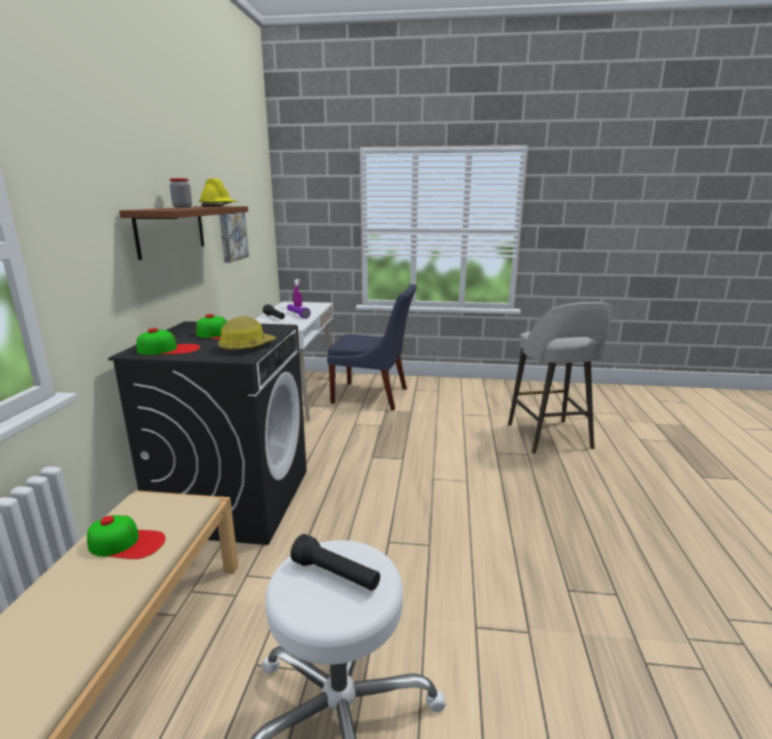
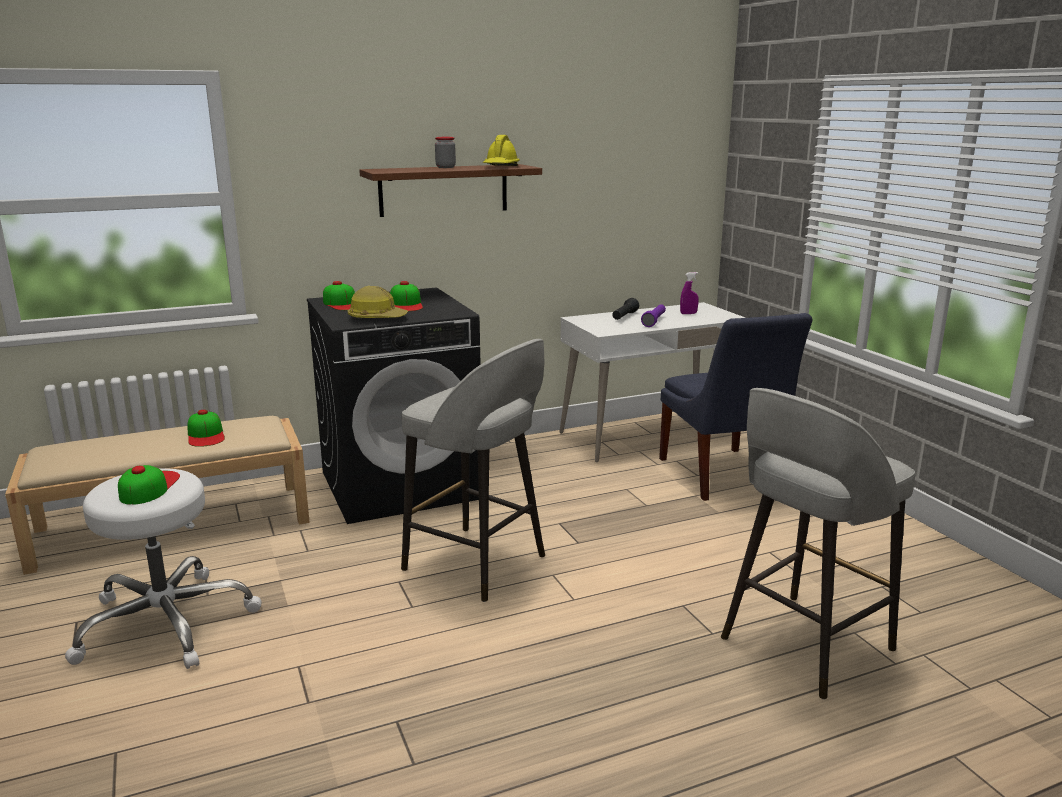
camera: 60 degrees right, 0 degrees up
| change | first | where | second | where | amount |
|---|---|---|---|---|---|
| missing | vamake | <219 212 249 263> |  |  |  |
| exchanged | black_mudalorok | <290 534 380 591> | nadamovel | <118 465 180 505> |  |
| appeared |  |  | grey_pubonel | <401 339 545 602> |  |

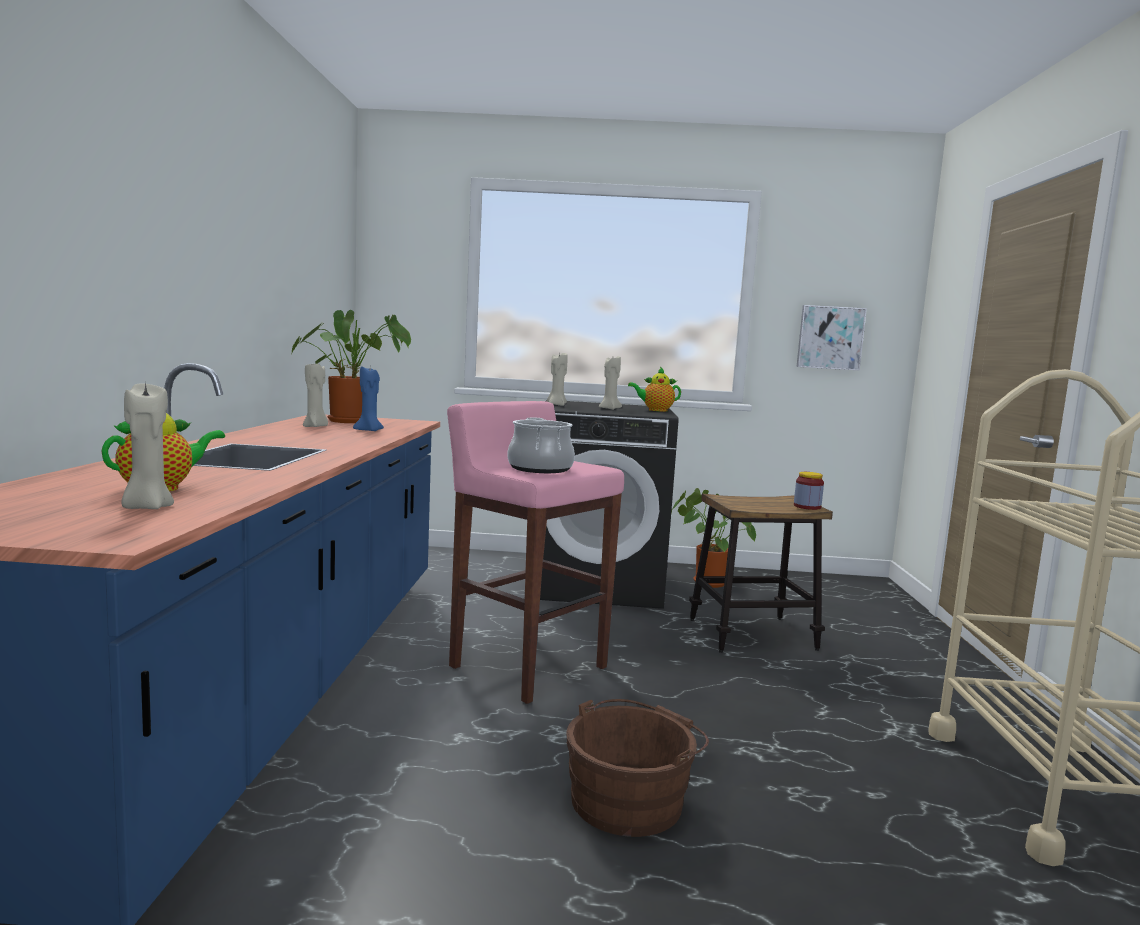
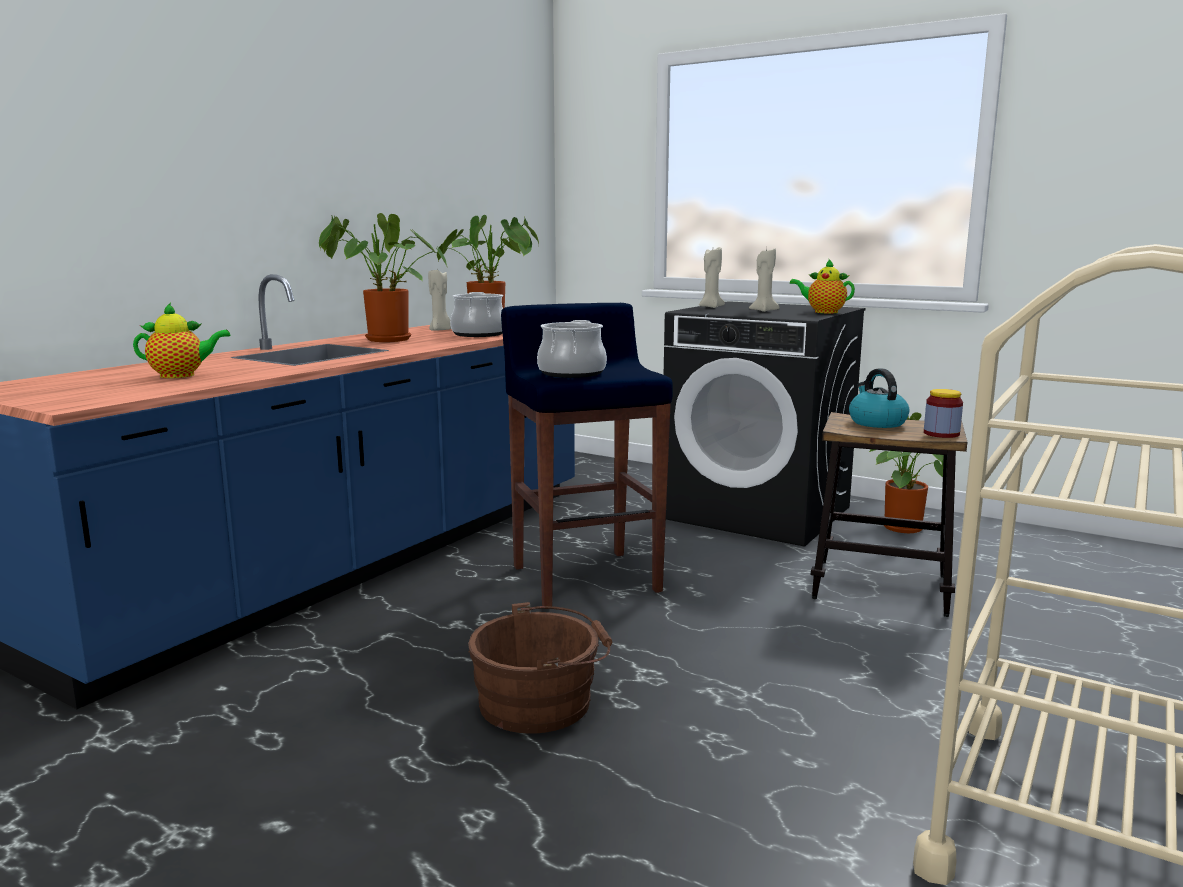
camera: 30 degrees right, 5 degrees up
| change | first | where | second | where | amount |
|---|---|---|---|---|---|
| missing | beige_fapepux | <121 381 174 509> |  |  |  |
| exchanged | blue_fapepux | <353 366 384 431> | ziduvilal | <450 292 503 337> |  |
| colour | pink_pubonel | <447 401 624 704> | blue_pubonel | <501 303 673 609> |  |
| missing | vamake | <797 305 867 371> |  |  |  |
| appeared |  |  | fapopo | <319 213 447 342> |  |
| appeared |  |  | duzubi | <849 368 909 428> |  |

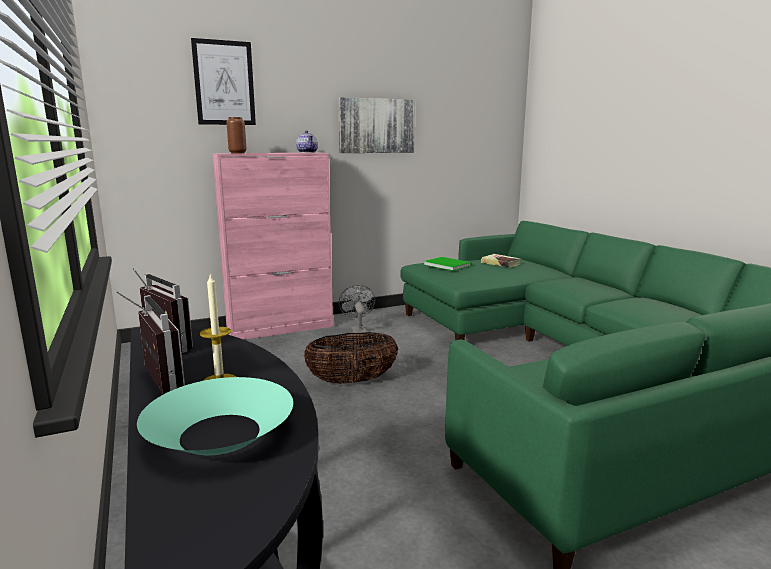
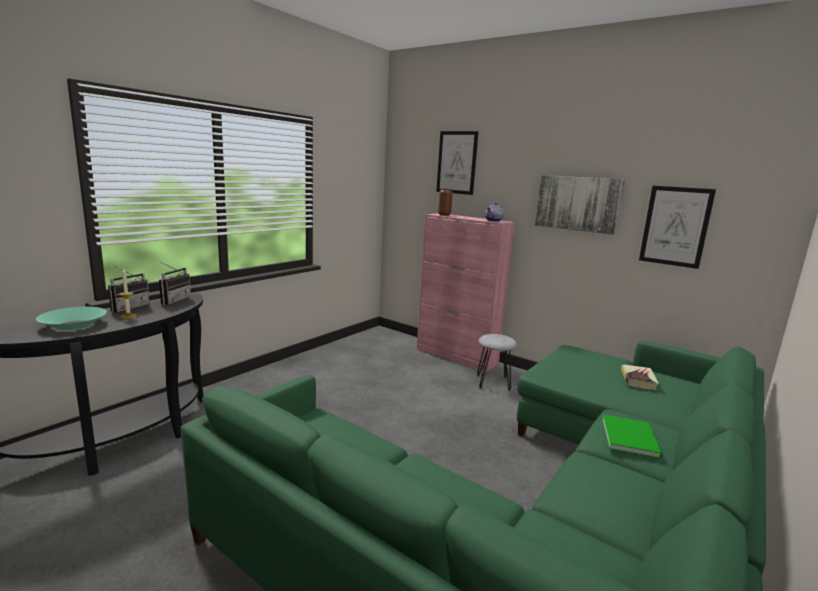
camera: 60 degrees right, 0 degrees up
| change | first | where | second | where | amount |
|---|---|---|---|---|---|
| missing | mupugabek | <304 332 398 384> |  |  |  |
| exchanged | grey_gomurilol | <339 285 375 333> | grey_pubonel | <477 334 517 391> |  |
| relocated | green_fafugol | <424 257 471 271> |  | <602 415 663 458> |  |
| appeared |  |  | vamake | <639 186 716 269> |  |

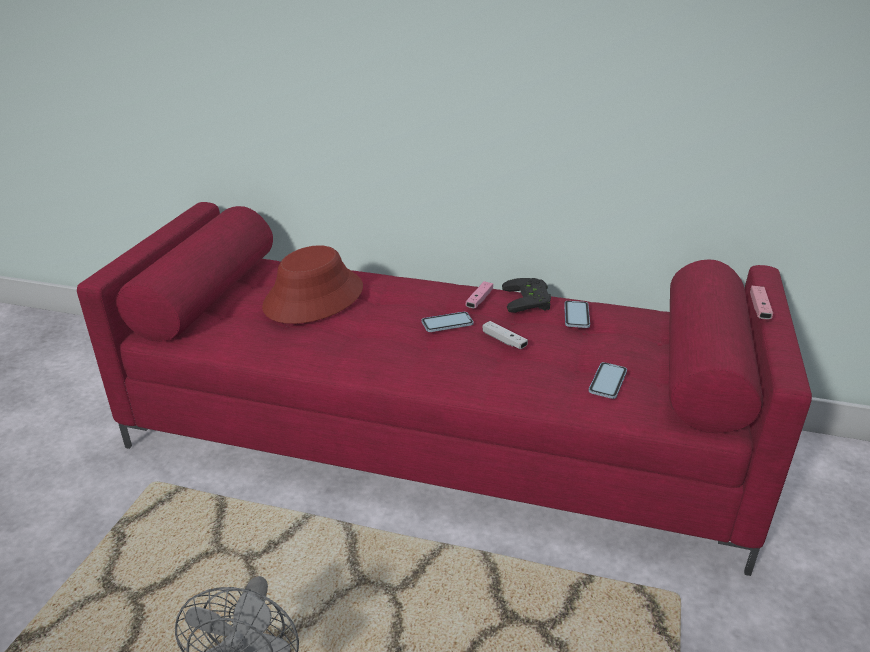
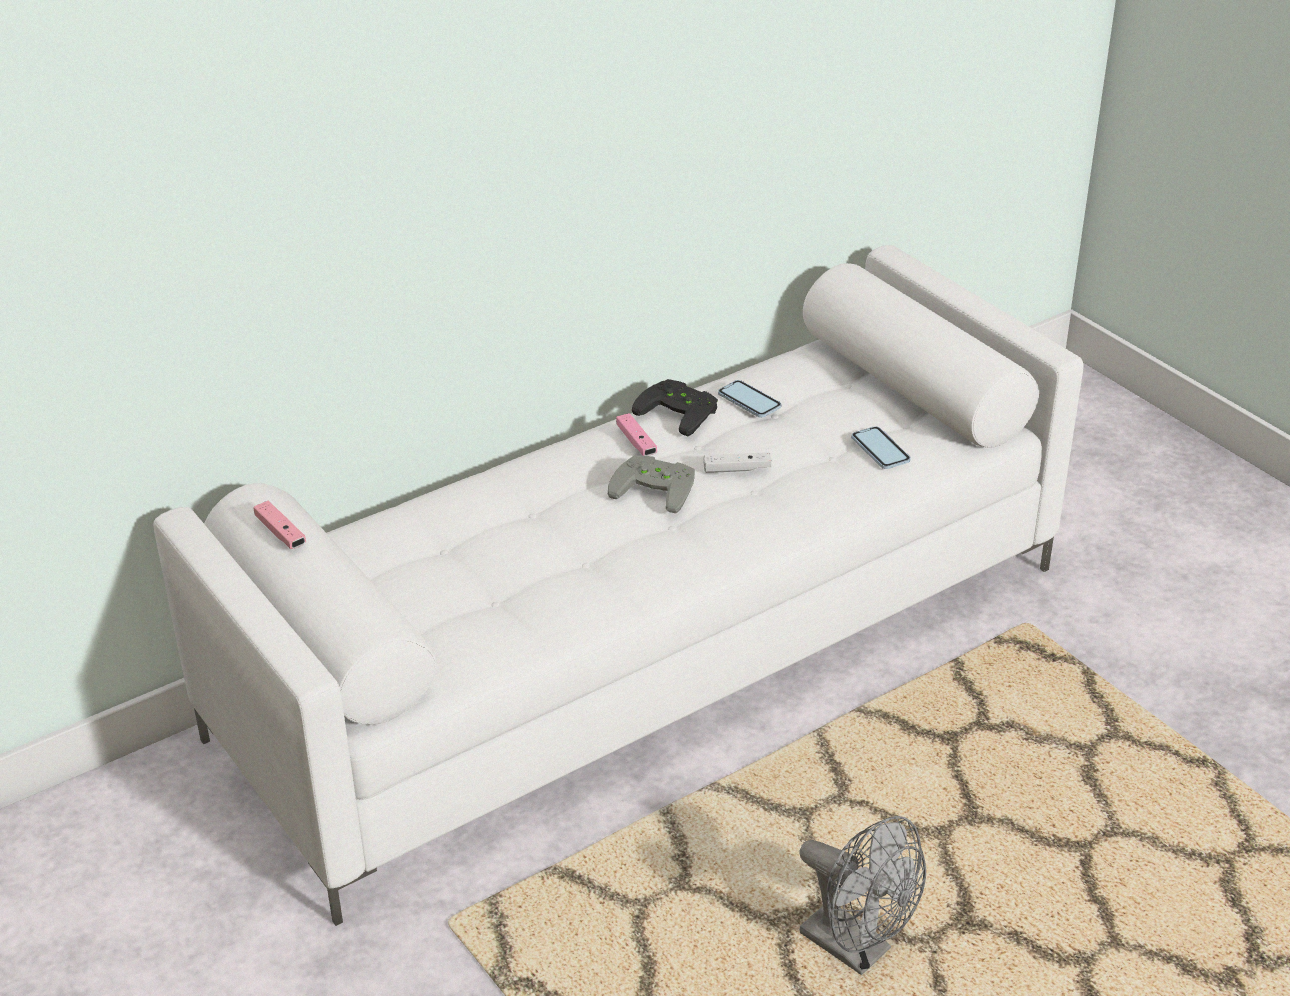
camera: 50 degrees left, 5 degrees up
| change | first | where | second | where | amount |
|---|---|---|---|---|---|
| colour | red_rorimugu | <77 202 812 576> | white_rorimugu | <153 245 1084 926> |  |
| missing | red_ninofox | <262 245 363 324> |  |  |  |
| exchanged | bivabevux | <422 312 474 332> | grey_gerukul | <608 455 695 514> |  |
| relocated | pink_gerukul | <750 286 773 319> |  | <253 501 306 549> |  |

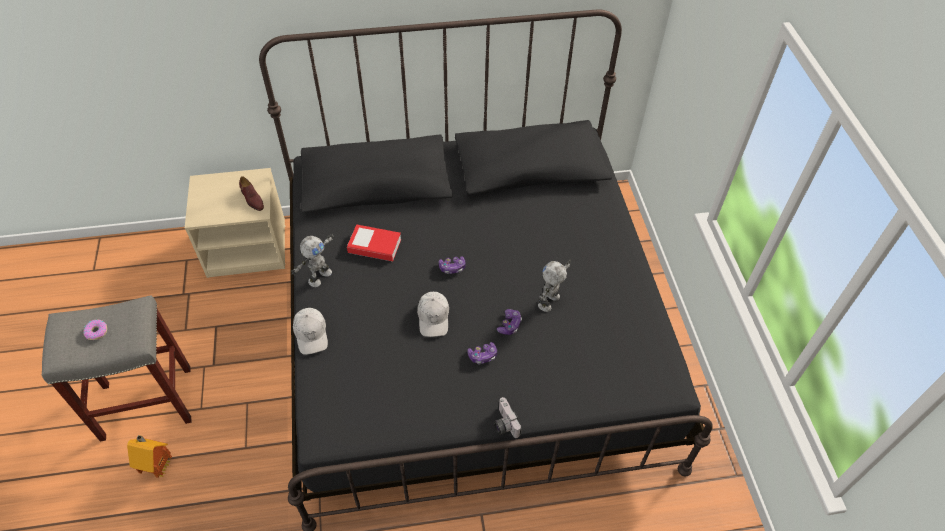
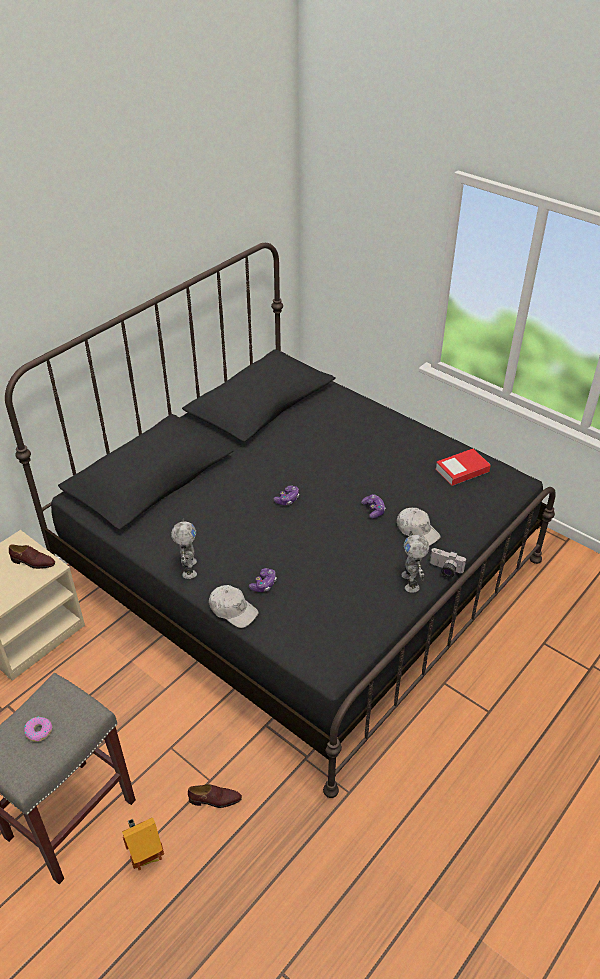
camera: 40 degrees left, 10 degrees down
| change | first | where | second | where | amount |
|---|---|---|---|---|---|
| relocated | fafugol | <347 224 401 262> |  | <435 449 491 486> |  |
| relocated | white_nadamovel | <417 292 449 337> |  | <397 508 441 546> |  |
| relocated | gerukul | <467 342 497 364> |  | <249 568 277 592> |  |
| relocated | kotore | <537 260 571 312> |  | <401 531 429 593> |  |
| appeared |  |  | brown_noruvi | <188 784 242 808> |  |

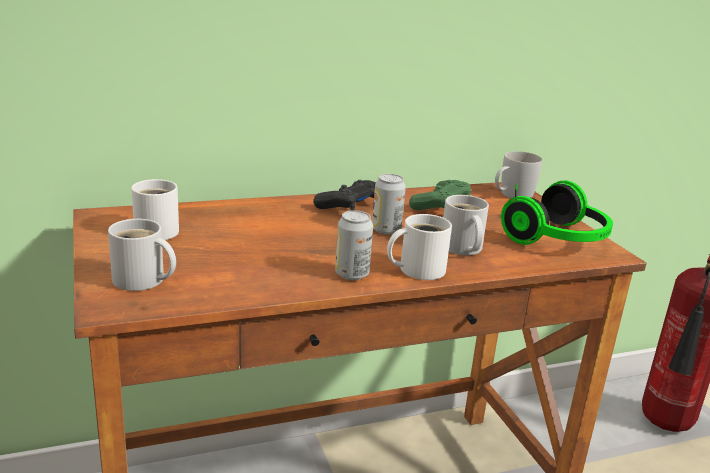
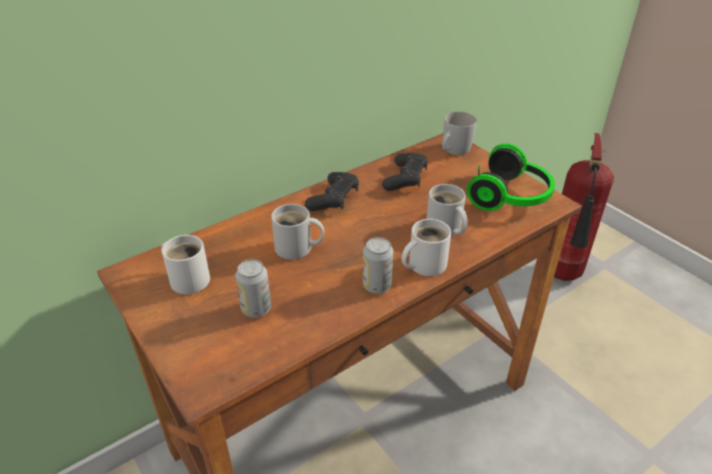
camera: 15 degrees left, 15 degrees up
| change | first | where | second | where | amount |
|---|---|---|---|---|---|
| relocated | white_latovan | <108 219 176 291> |  | <271 204 324 259> |  |
| relocated | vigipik | <372 174 406 235> |  | <235 259 271 318> |  |
| colour | green_gerukul | <409 180 471 210> | black_gerukul | <382 153 428 191> |  |

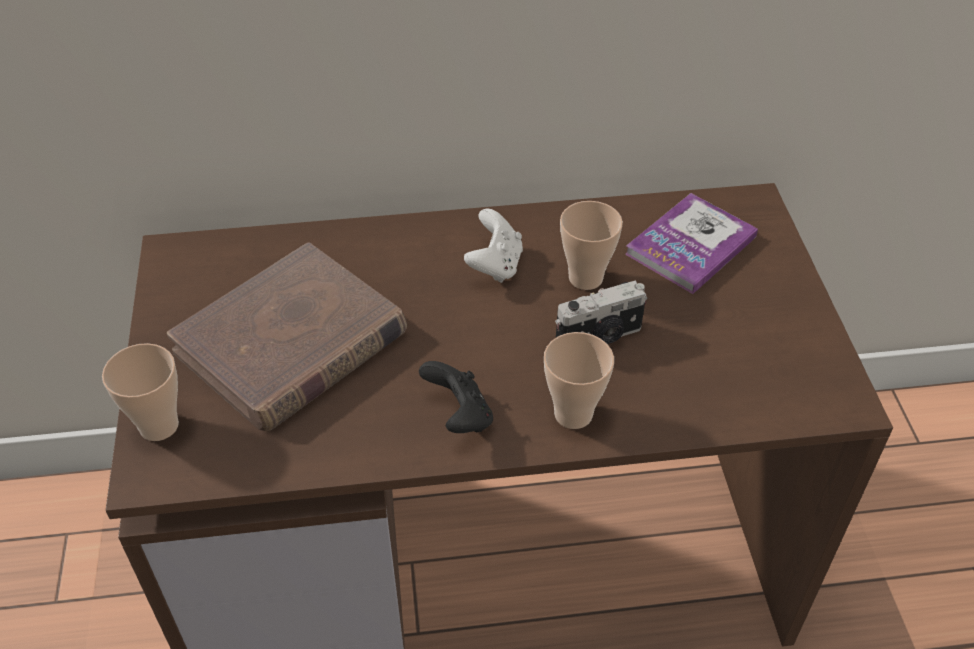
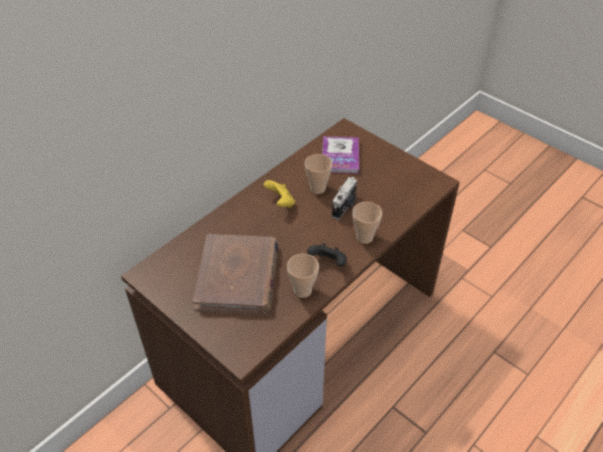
camera: 40 degrees left, 0 degrees up
| change | first | where | second | where | amount |
|---|---|---|---|---|---|
| relocated | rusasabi | <102 343 179 441> |  | <287 254 319 298> |  |
| colour | white_gerukul | <464 208 523 283> | yellow_gerukul | <264 180 295 208> |  |

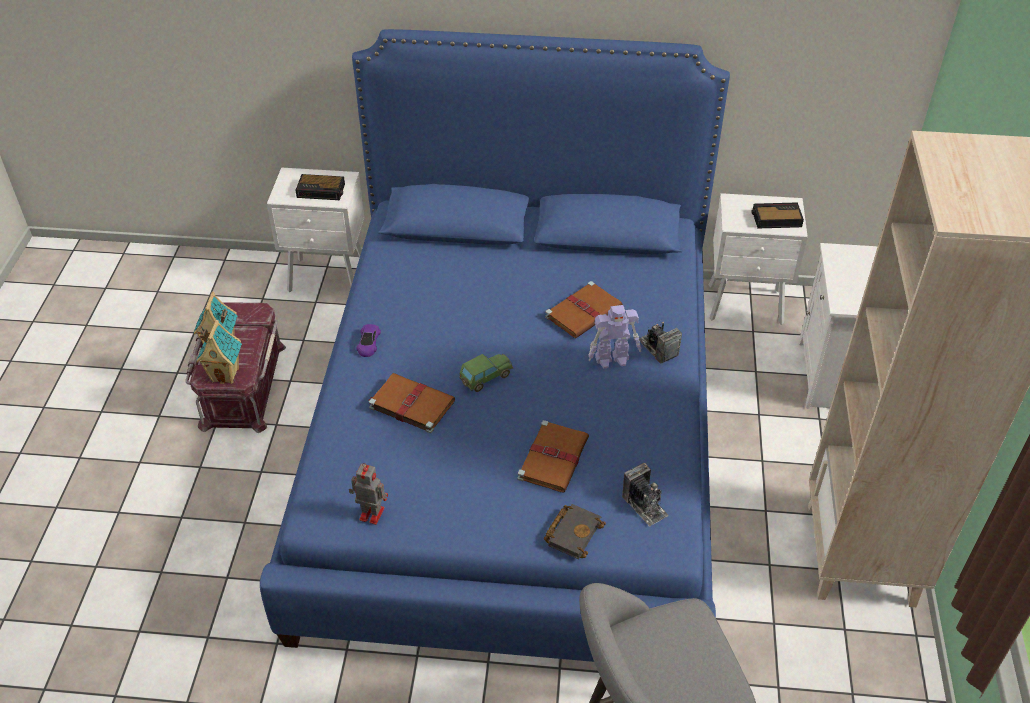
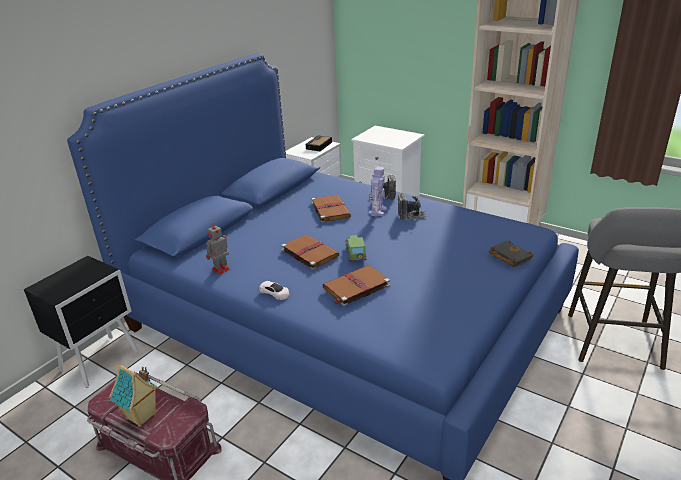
camera: 60 degrees left, 15 degrees down
| change | first | where | second | where | amount |
|---|---|---|---|---|---|
| missing | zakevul | <196 320 242 384> |  |  |  |
| colour | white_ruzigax | <267 168 364 292> | black_ruzigax | <24 256 138 388> |  |
| missing | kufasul | <295 174 345 200> |  |  |  |
| relocated | kotore | <349 463 388 525> |  | <206 222 230 275> |  |
| colour | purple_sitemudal | <356 324 381 357> | white_sitemudal | <259 281 290 300> |  |
| relocated | brown_fafugol | <517 420 589 493> |  | <281 234 339 270> |  |
| relocated | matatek | <622 463 669 527> |  | <398 193 428 220> |  |

